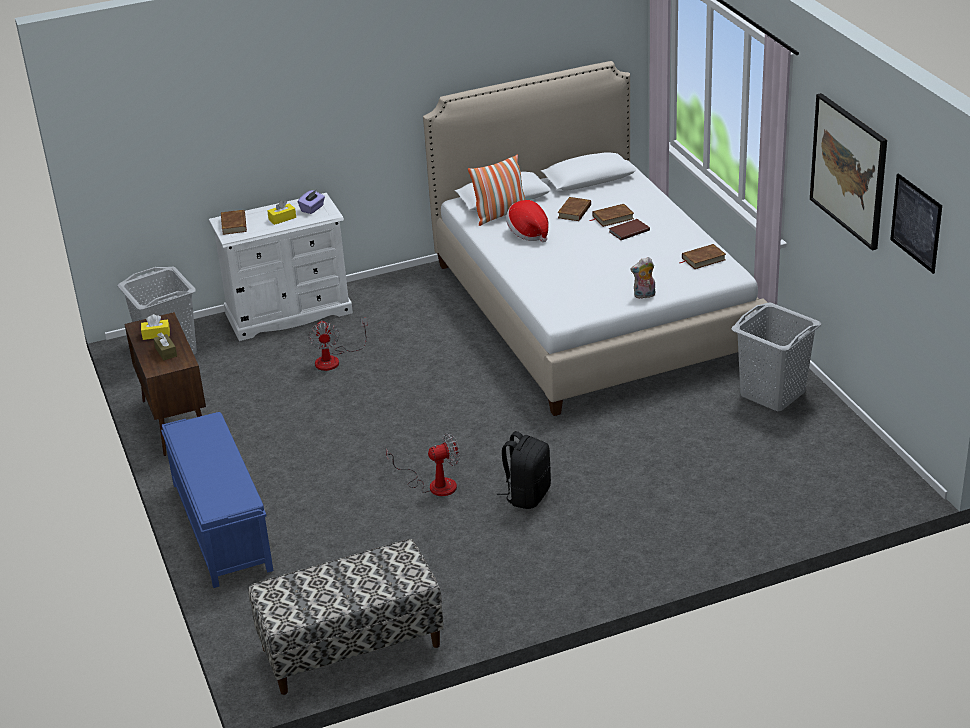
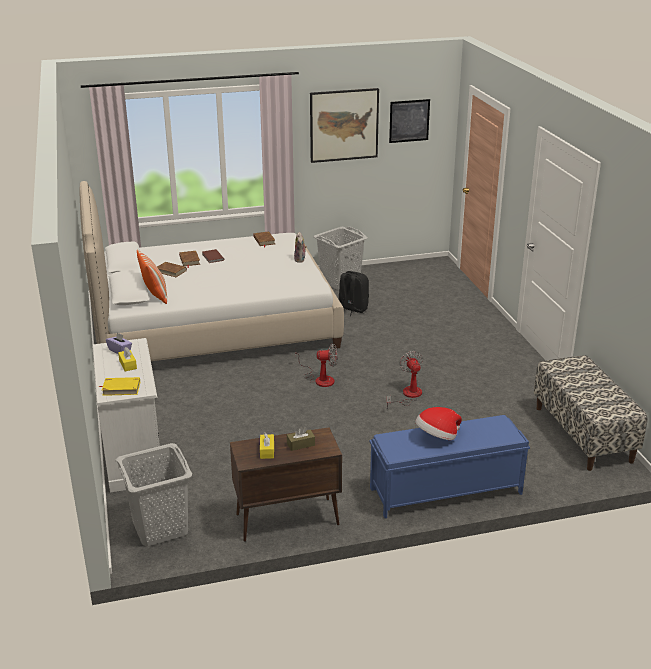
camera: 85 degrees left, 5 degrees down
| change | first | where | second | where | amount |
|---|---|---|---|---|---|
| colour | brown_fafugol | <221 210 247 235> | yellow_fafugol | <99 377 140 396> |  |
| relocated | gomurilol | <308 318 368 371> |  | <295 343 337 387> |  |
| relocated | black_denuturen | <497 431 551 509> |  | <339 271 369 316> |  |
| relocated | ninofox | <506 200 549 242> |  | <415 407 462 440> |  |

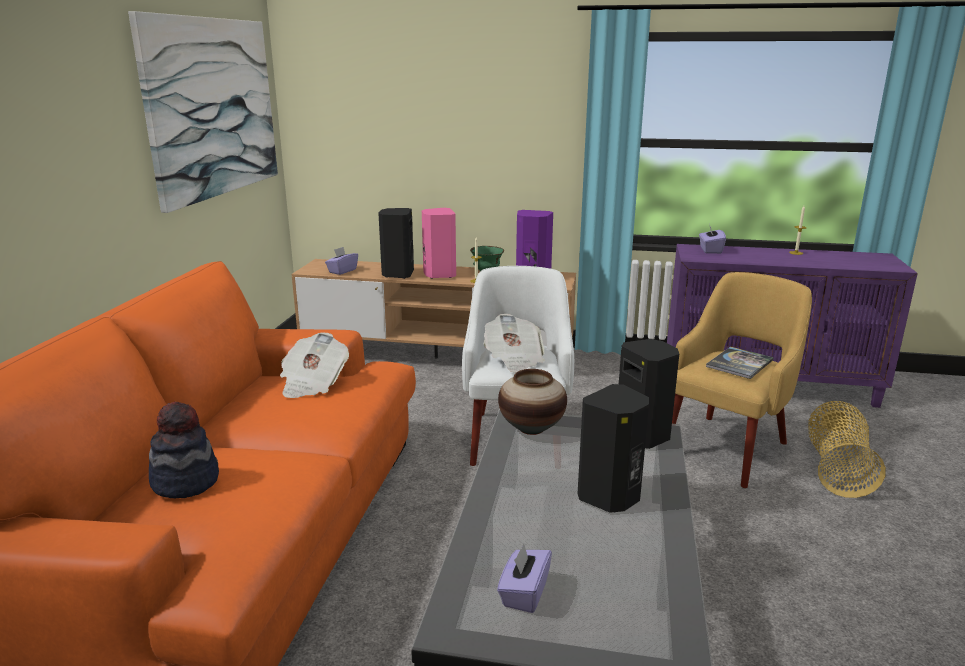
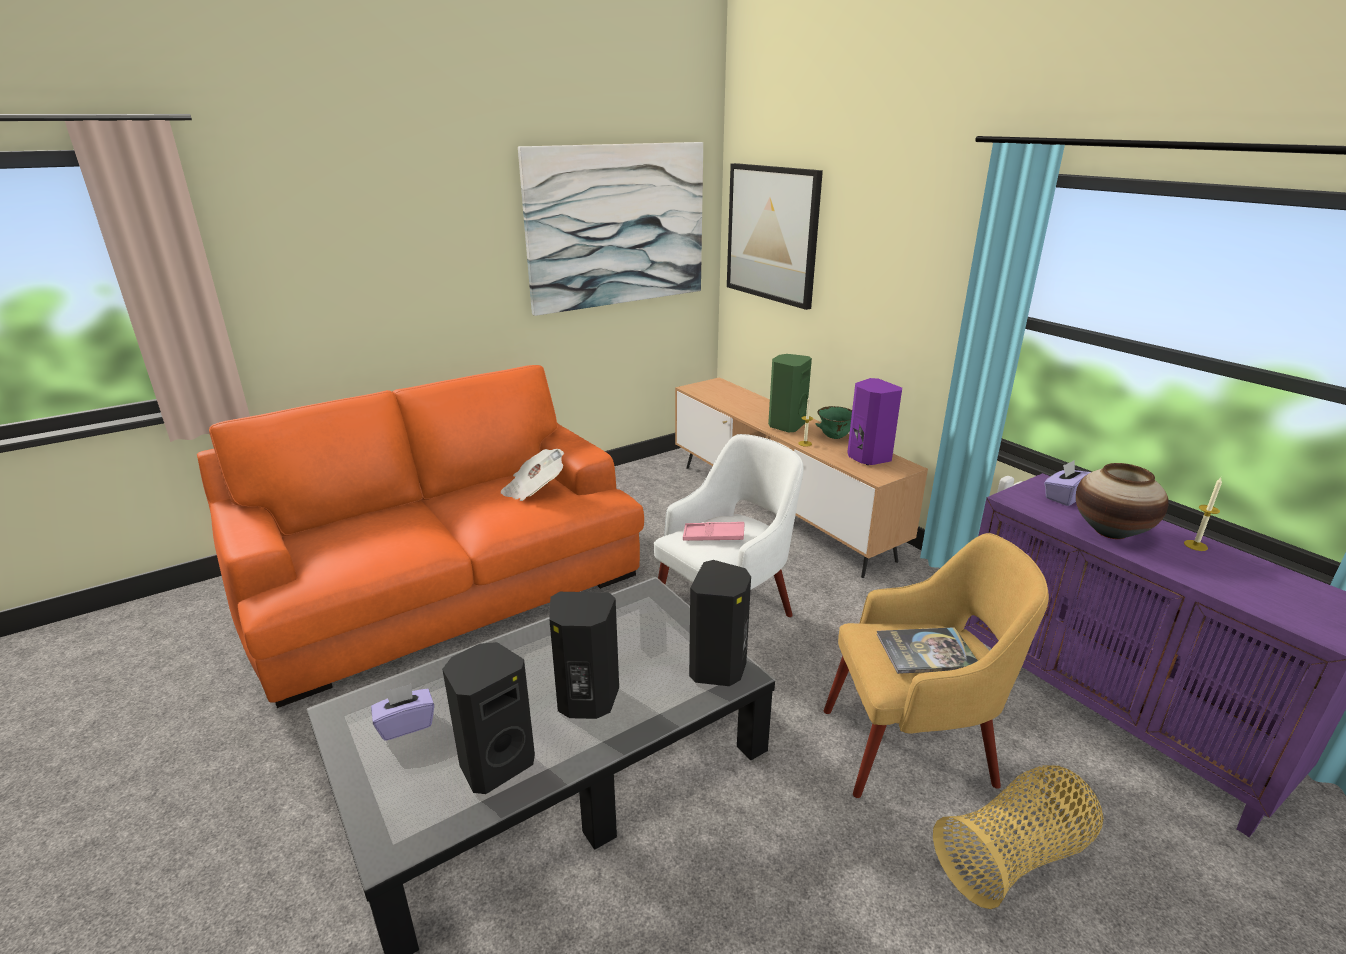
camera: 45 degrees right, 5 degrees up
| change | first | where | second | where | amount |
|---|---|---|---|---|---|
| missing | ninofox | <149 402 219 498> |  |  |  |
| missing | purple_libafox | <325 247 358 275> |  |  |  |
| relocated | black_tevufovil | <378 208 414 279> |  | <442 642 535 794> |  |
| colour | pink_tevufovil | <422 208 456 279> | green_tevufovil | <768 354 812 432> |  |
| exchanged | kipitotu | <484 314 545 373> | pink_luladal | <683 522 744 541> |  |
| relocated | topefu | <498 369 567 435> |  | <1076 463 1169 539> |  |
| appeared |  |  | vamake | <727 163 823 310> |  |

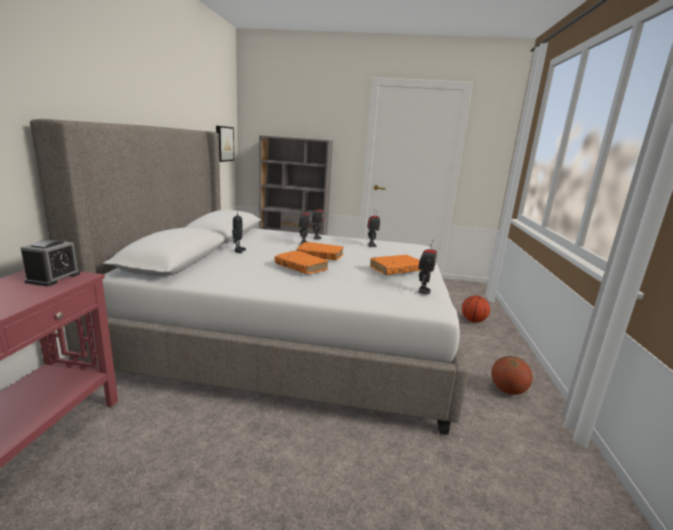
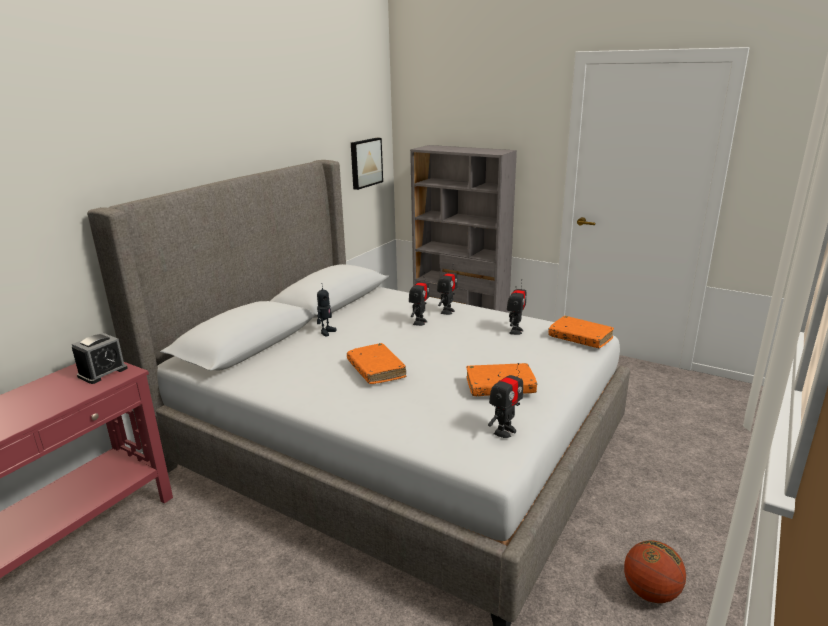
camera: 25 degrees right, 5 degrees up
| change | first | where | second | where | amount |
|---|---|---|---|---|---|
| relocated | orange_fafugol | <297 242 344 260> |  | <548 316 614 348> |  |
| missing | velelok | <462 296 490 323> |  |  |  |

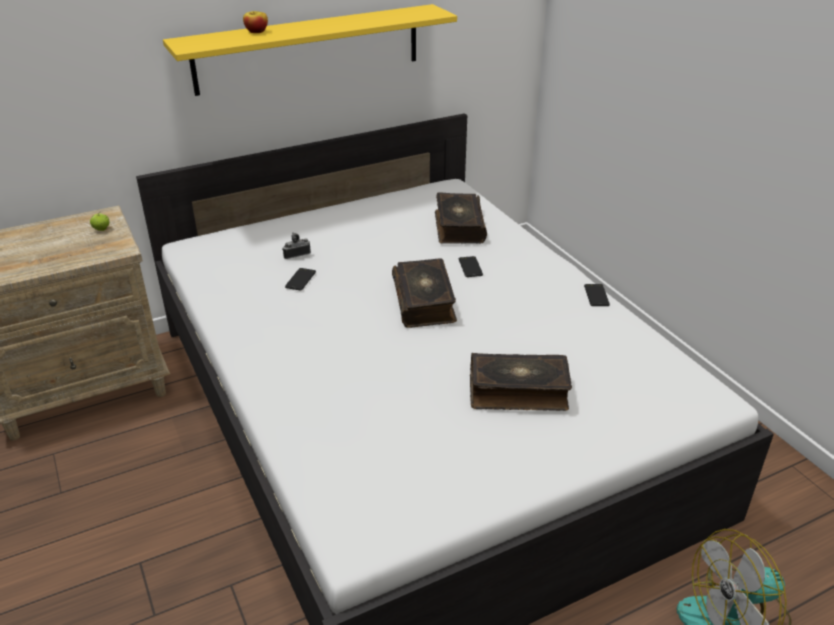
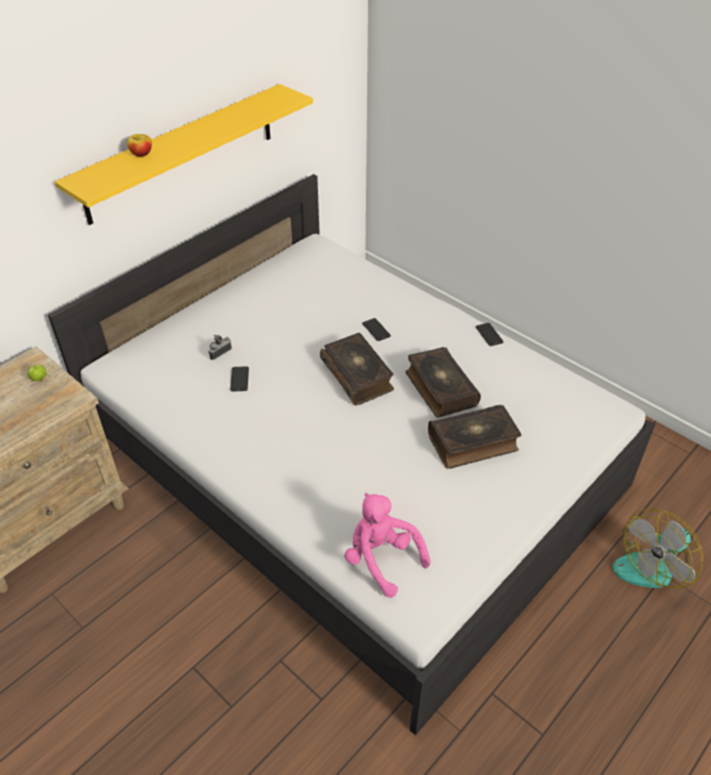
camera: 20 degrees left, 10 degrees up
| change | first | where | second | where | amount |
|---|---|---|---|---|---|
| relocated | fafugol | <435 192 487 244> |  | <406 347 481 418> |  |
| appeared |  |  | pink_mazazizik | <344 493 431 598> |  |

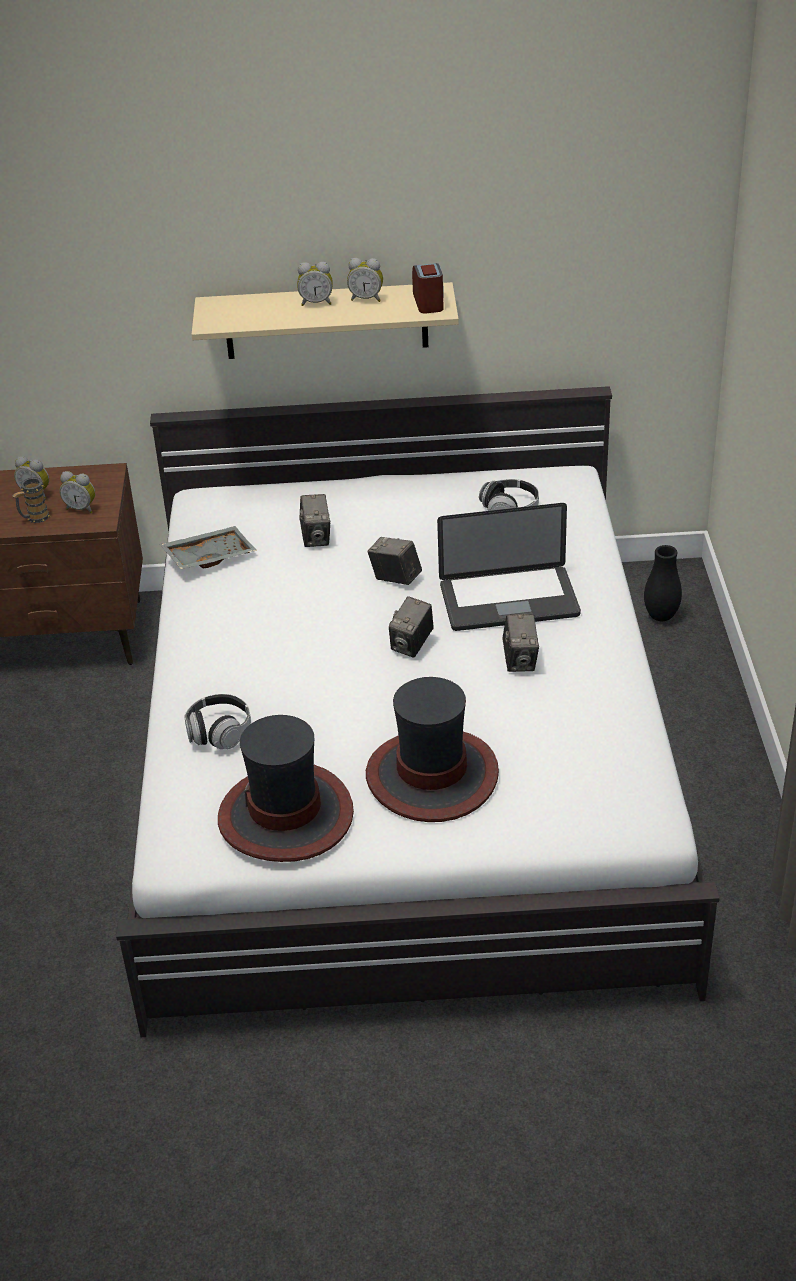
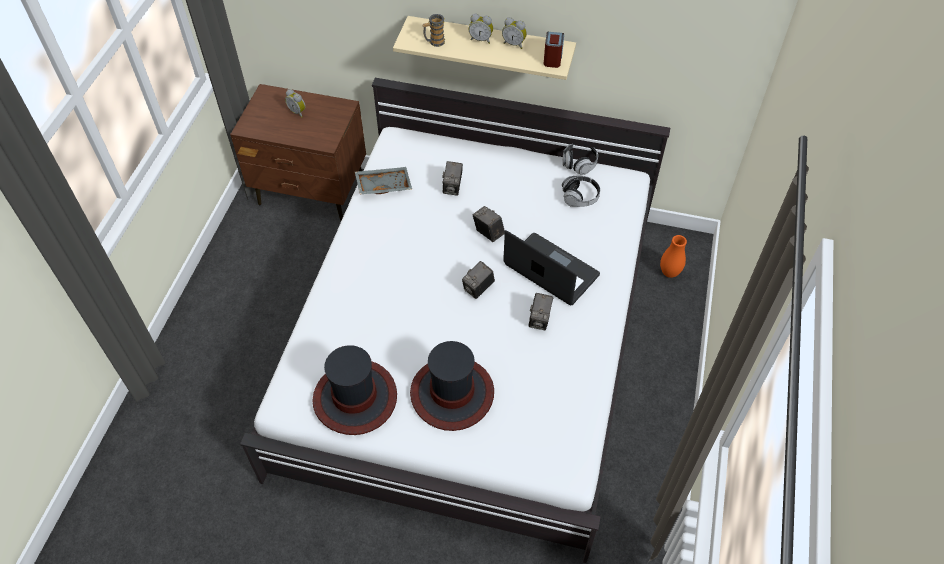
camera: 15 degrees right, 15 degrees up
| change | first | where | second | where | amount |
|---|---|---|---|---|---|
| relocated | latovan | <13 477 50 523> |  | <422 14 445 47> |  |
| missing | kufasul | <59 471 95 513> |  |  |  |
| relocated | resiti | <184 694 251 749> |  | <562 144 598 175> |  |
| spun | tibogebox | <437 503 581 631> |  | <503 230 600 305> | 150 degrees counterclockwise |
| colour | black_topefu | <644 545 682 621> | orange_topefu | <660 235 687 278> |  |

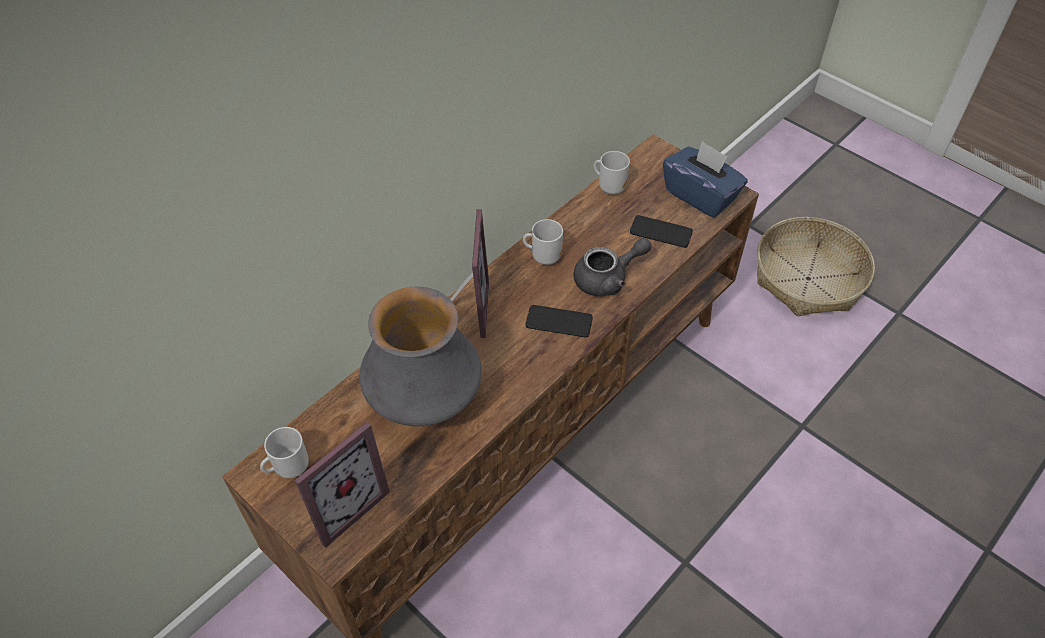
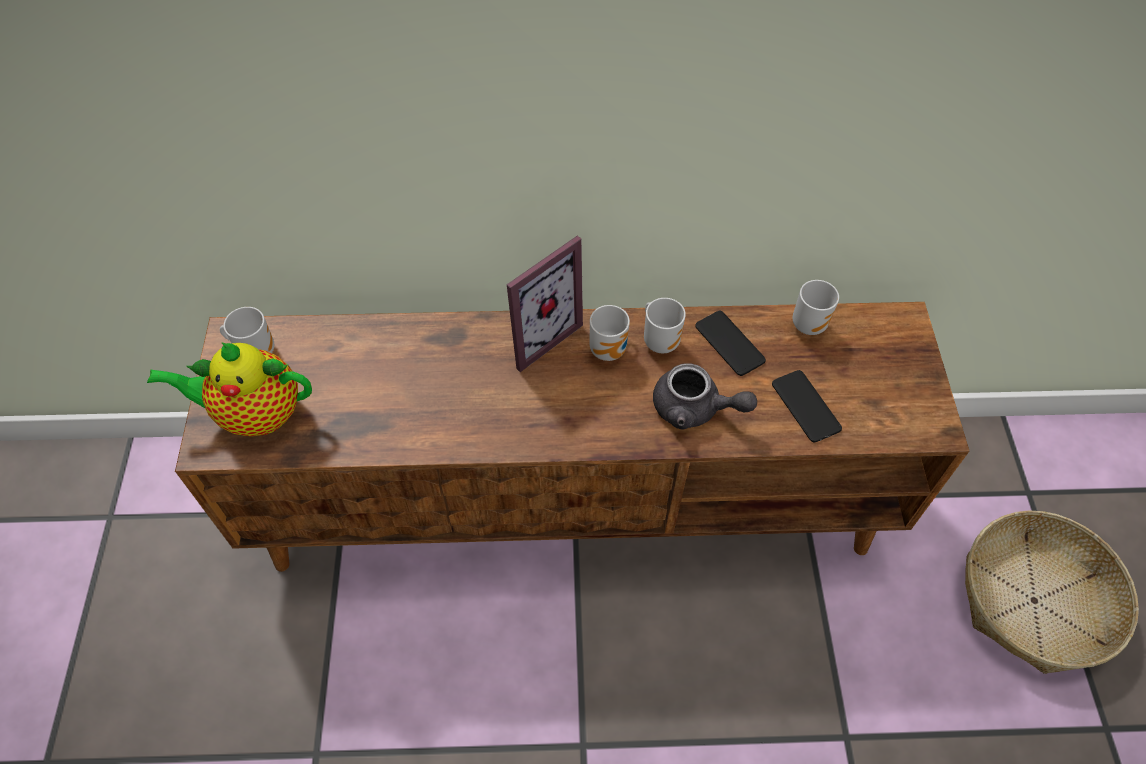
camera: 45 degrees right, 5 degrees up
| change | first | where | second | where | amount |
|---|---|---|---|---|---|
| exchanged | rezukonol | <295 422 390 548> | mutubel | <147 342 312 437> |  |
| missing | topefu | <359 287 482 426> |  |  |  |
| relocated | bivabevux | <526 305 593 337> |  | <695 310 766 376> |  |
| missing | blue_libafox | <663 141 748 218> |  |  |  |
| appeared |  |  | latovan | <590 305 630 361> |  |

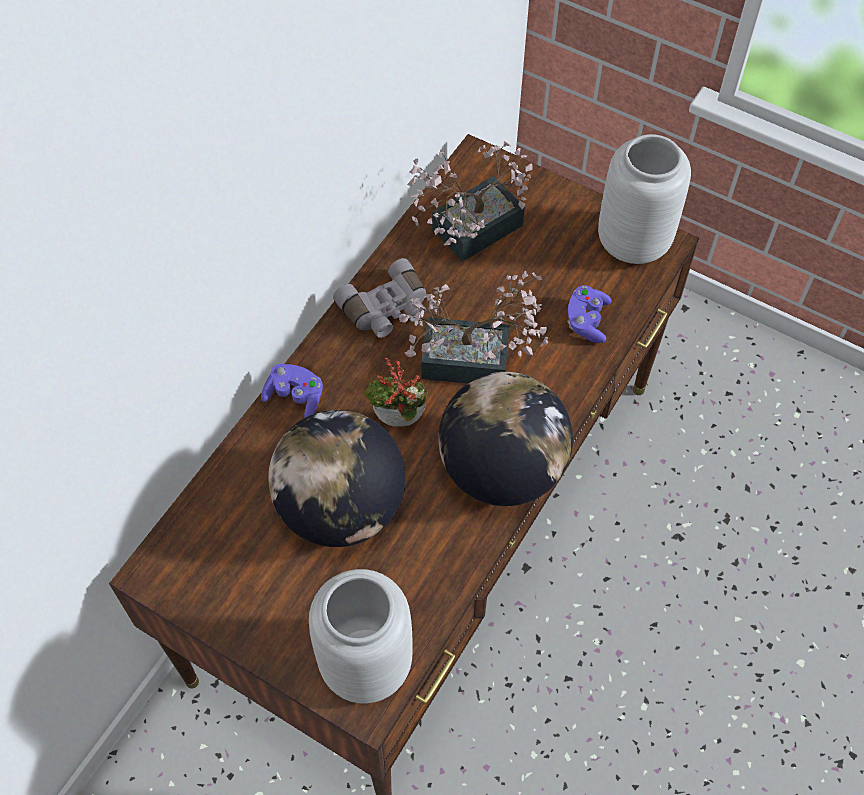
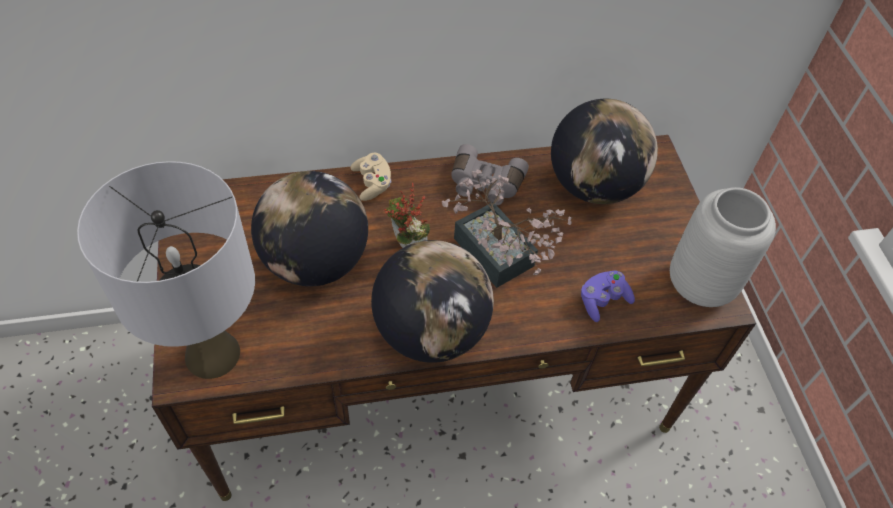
camera: 45 degrees right, 5 degrees down
| change | first | where | second | where | amount |
|---|---|---|---|---|---|
| colour | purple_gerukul | <261 364 323 418> | beige_gerukul | <350 153 391 201> |  |
| exchanged | grey_topefu | <309 569 413 704> | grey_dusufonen | <77 161 255 379> |  |
| exchanged | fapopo | <407 141 533 262> | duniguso | <551 98 658 204> |  |

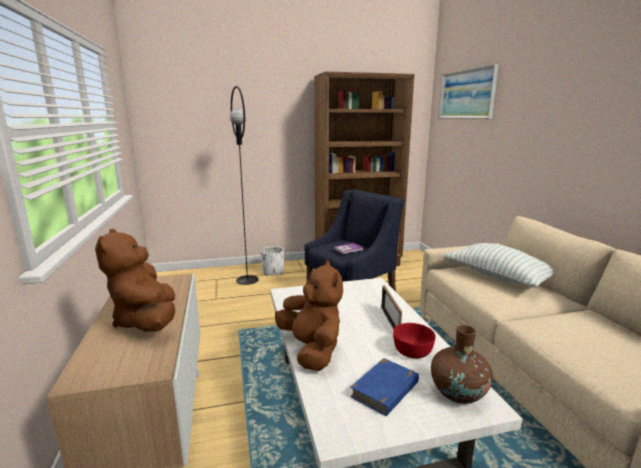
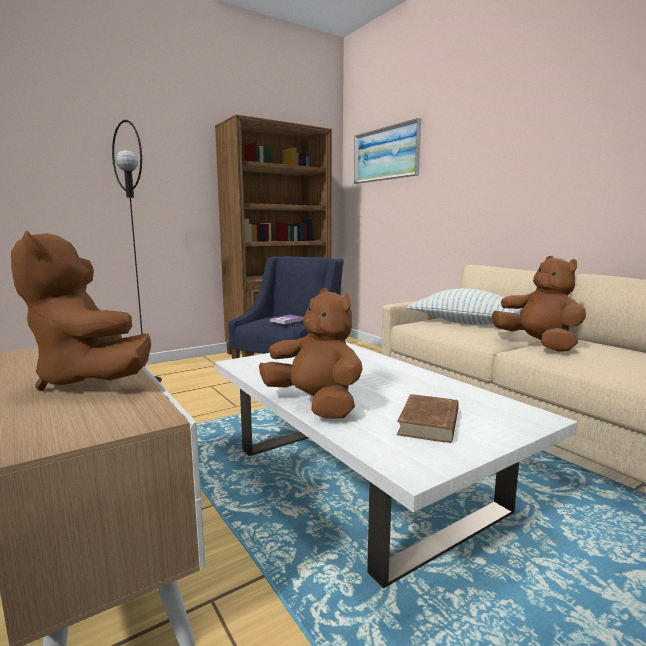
camera: 20 degrees left, 5 degrees down
| change | first | where | second | where | amount |
|---|---|---|---|---|---|
| missing | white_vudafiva | <260 246 284 276> |  |  |  |
| colour | blue_fafugol | <350 358 419 416> | brown_fafugol | <397 394 459 443> |  |
| missing | rezukonol | <381 286 402 329> |  |  |  |
| missing | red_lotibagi | <393 323 436 358> |  |  |  |
| missing | brown_topefu | <431 325 493 404> |  |  |  |
| appeared |  |  | brown_mazazizik | <492 256 586 351> |  |

